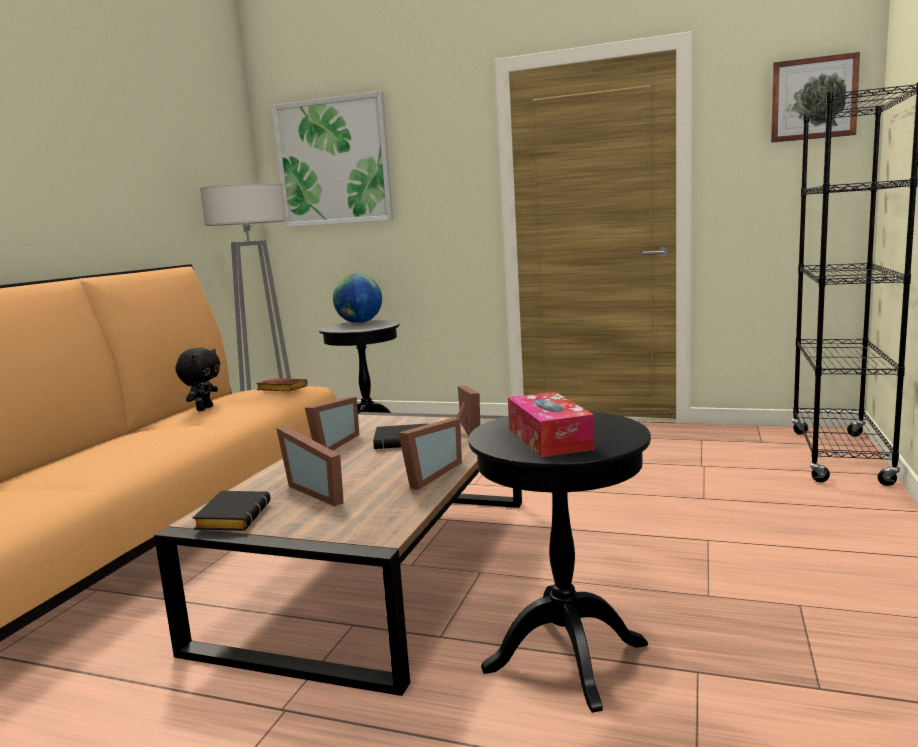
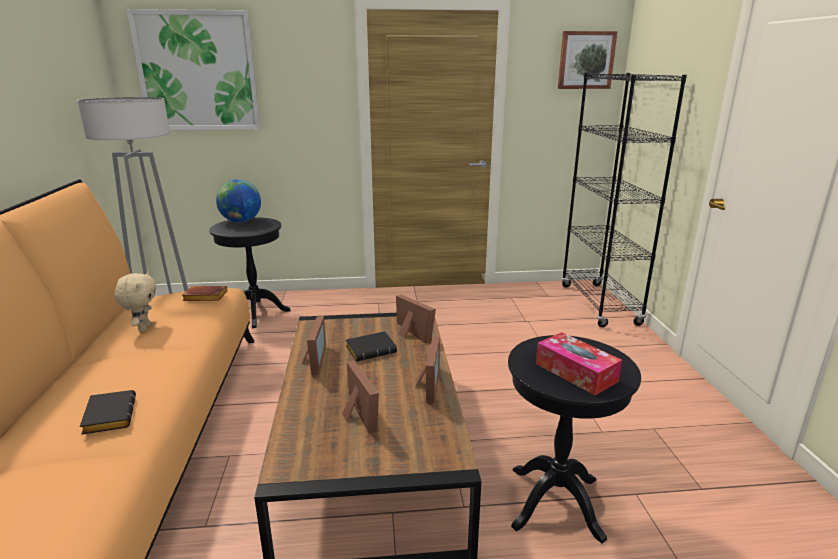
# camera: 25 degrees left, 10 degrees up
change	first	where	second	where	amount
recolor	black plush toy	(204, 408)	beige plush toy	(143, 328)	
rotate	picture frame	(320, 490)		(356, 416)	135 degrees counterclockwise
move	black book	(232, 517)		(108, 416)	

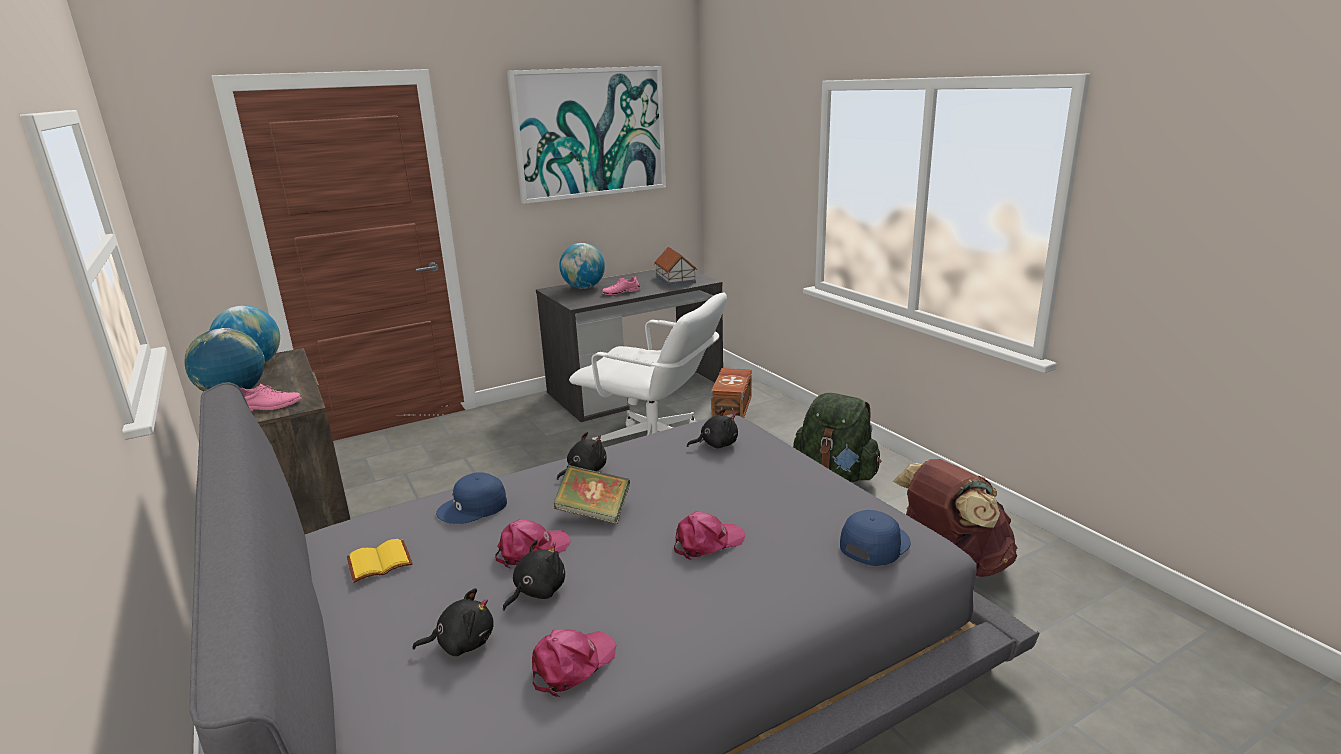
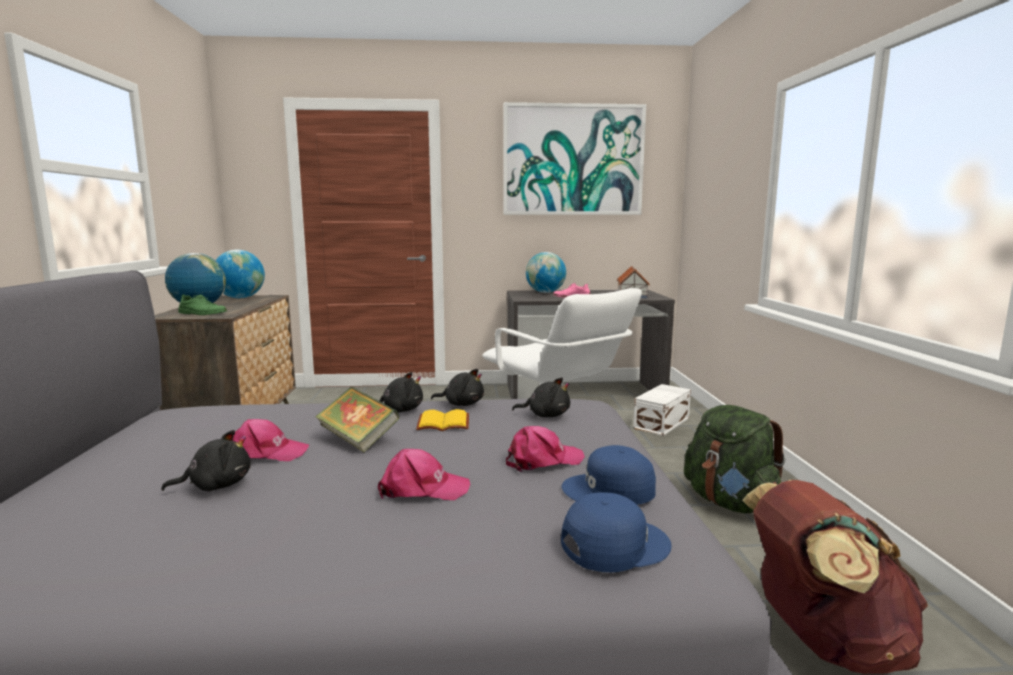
# camera: 25 degrees right, 10 degrees down
change	first	where	second	where	amount
recolor	brown storage box	(733, 407)	white storage box	(663, 423)	
recolor	pink shoe	(268, 406)	green shoe	(202, 313)	
move	blue cap	(473, 507)		(609, 490)	
move	yellow book	(379, 563)		(442, 424)	
move	black plush toy	(462, 643)		(461, 404)	
move	pink cap	(572, 665)		(542, 460)	

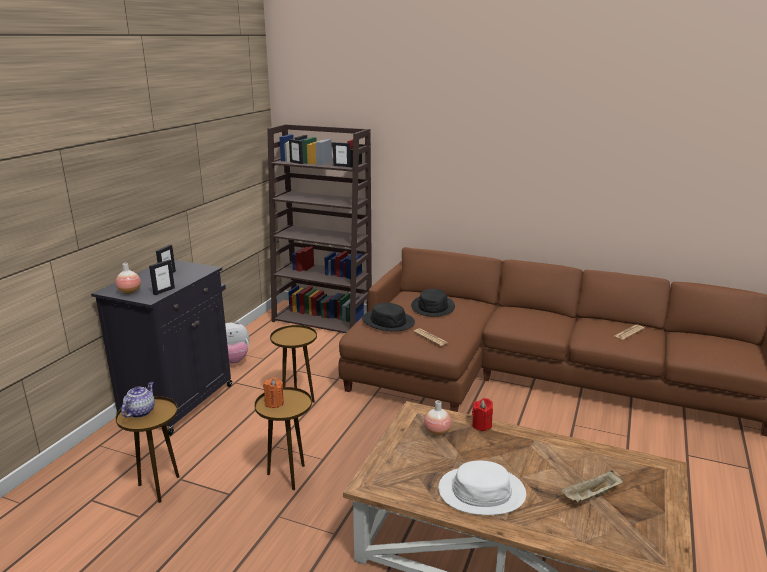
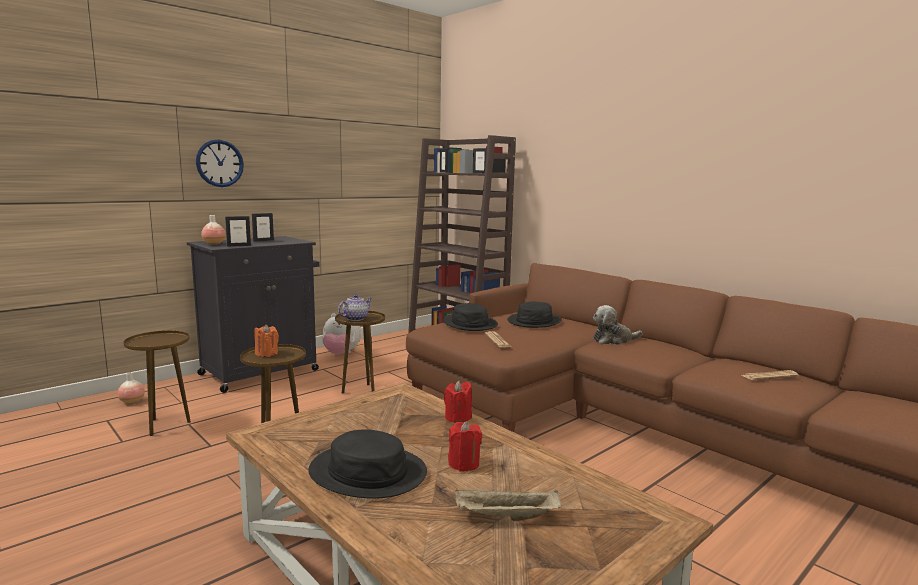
# camera: 25 degrees right, 10 degrees down
change	first	where	second	where	amount
move	teapot	(140, 411)		(356, 318)	
move	vase	(437, 432)		(132, 401)	
recolor	white hat	(481, 492)	black hat	(368, 472)	
insert			wall clock	(219, 163)	
insert			plush toy	(613, 340)	
insert			red candle	(464, 464)	

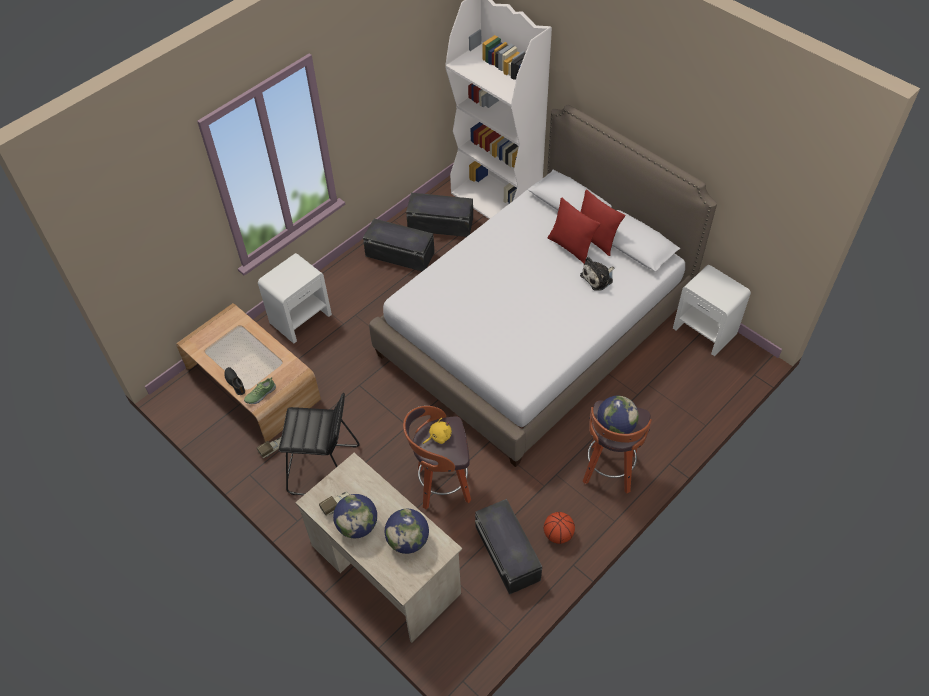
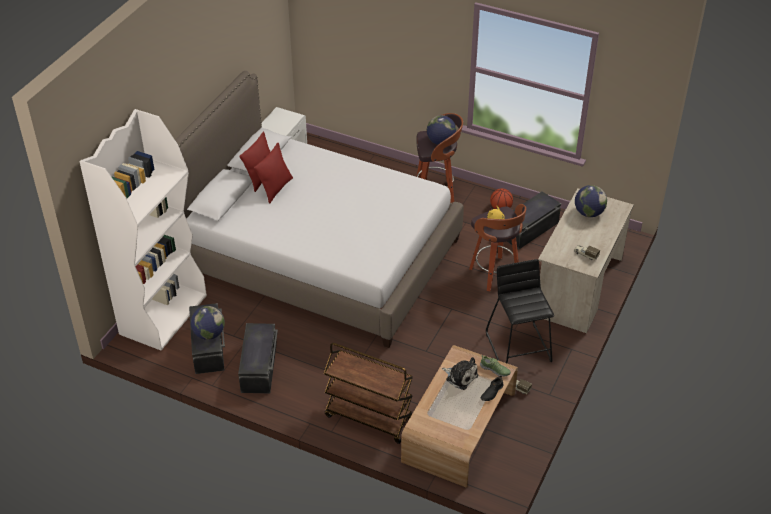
# camera: 110 degrees left, 10 degrees down
change	first	where	second	where	amount
replace	white nightstand	(301, 318)	brown cart	(368, 418)	
move	plush toy	(598, 278)		(460, 376)	
move	globe	(357, 525)		(209, 334)	

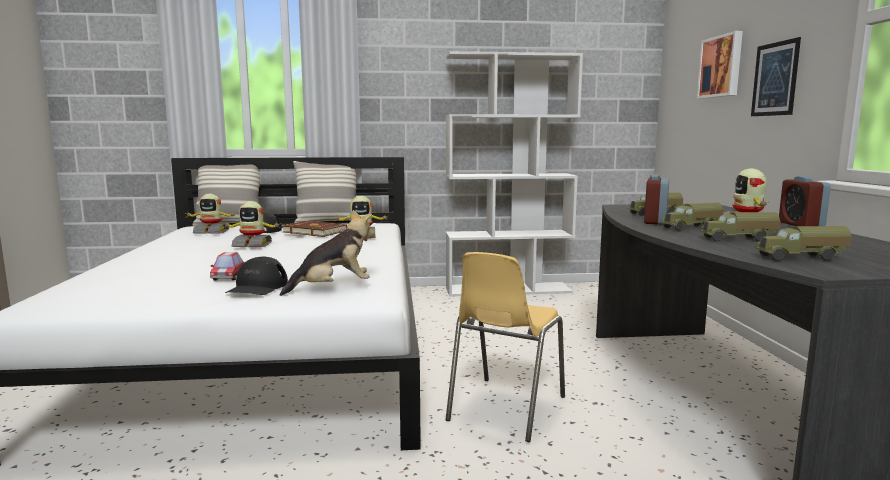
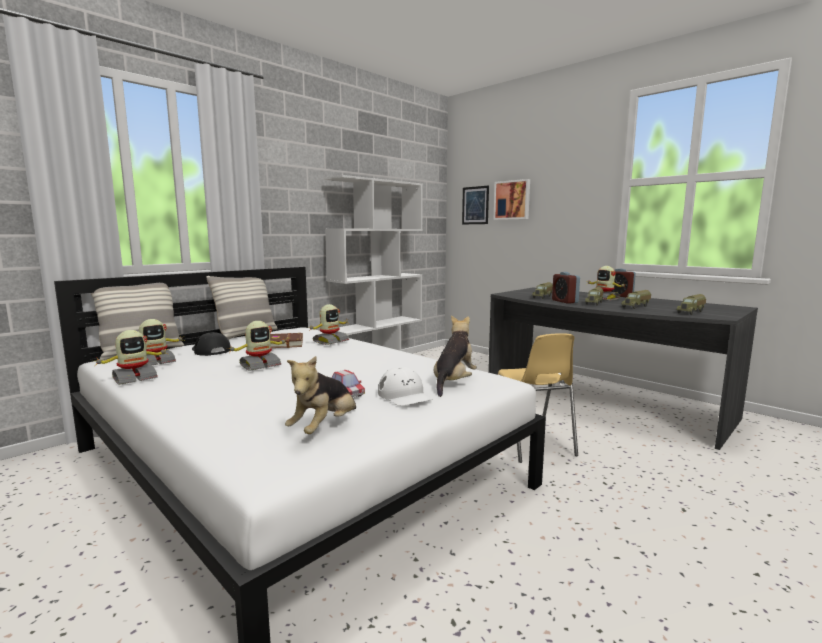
# camera: 40 degrees left, 0 degrees up
change	first	where	second	where	amount
move	picture	(775, 79)		(475, 205)	
recolor	black cap	(257, 287)	white cap	(405, 395)	
insert			toy robot	(134, 378)	
insert			plush toy	(324, 428)	

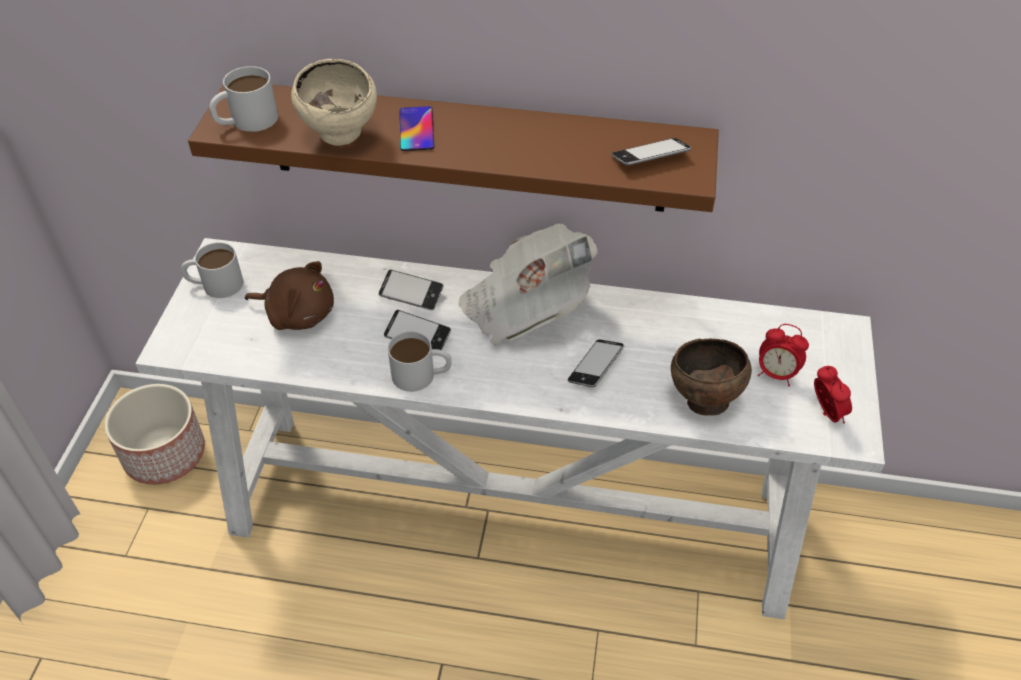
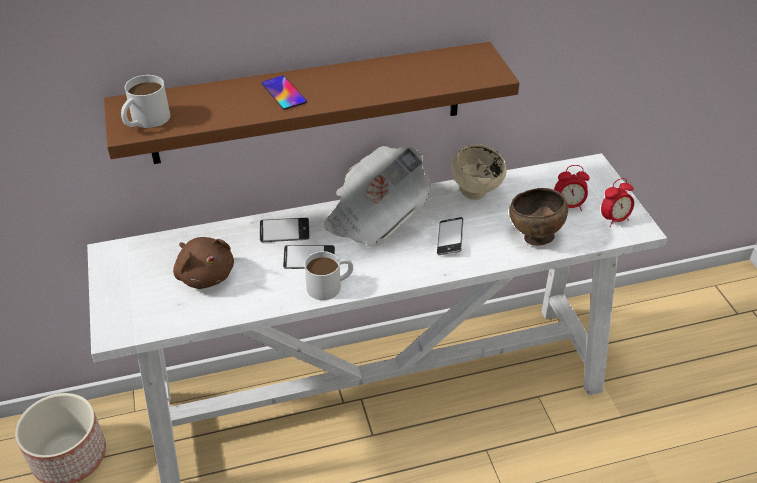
# camera: 25 degrees left, 5 degrees down
change	first	where	second	where	amount
move	beige bowl	(342, 137)		(476, 193)	
delete	phone	(650, 157)			
delete	white mug	(215, 284)			
rotate	brown plush toy	(298, 314)		(205, 274)	60 degrees clockwise
rotate	alarm clock	(826, 413)		(614, 219)	105 degrees clockwise

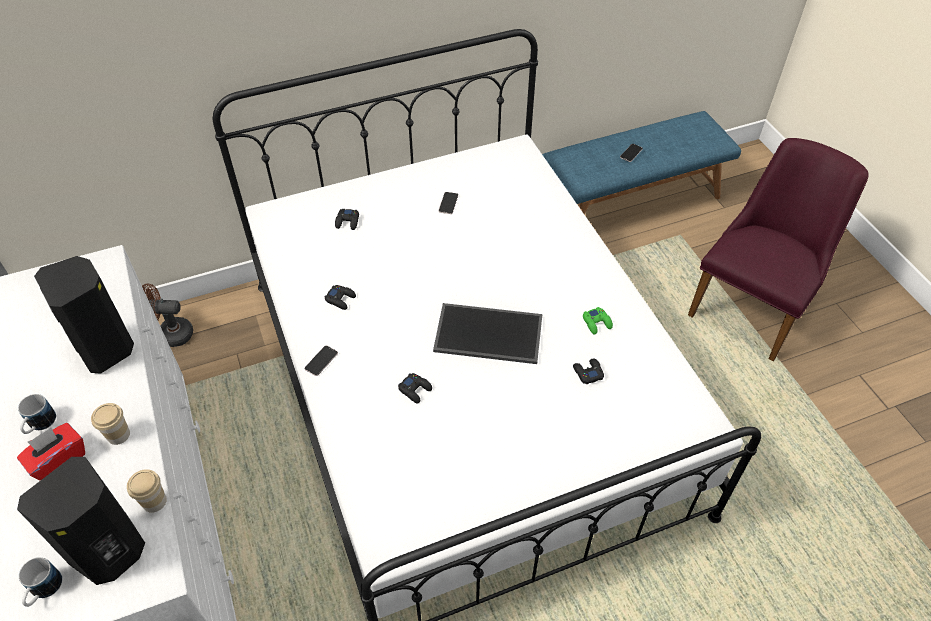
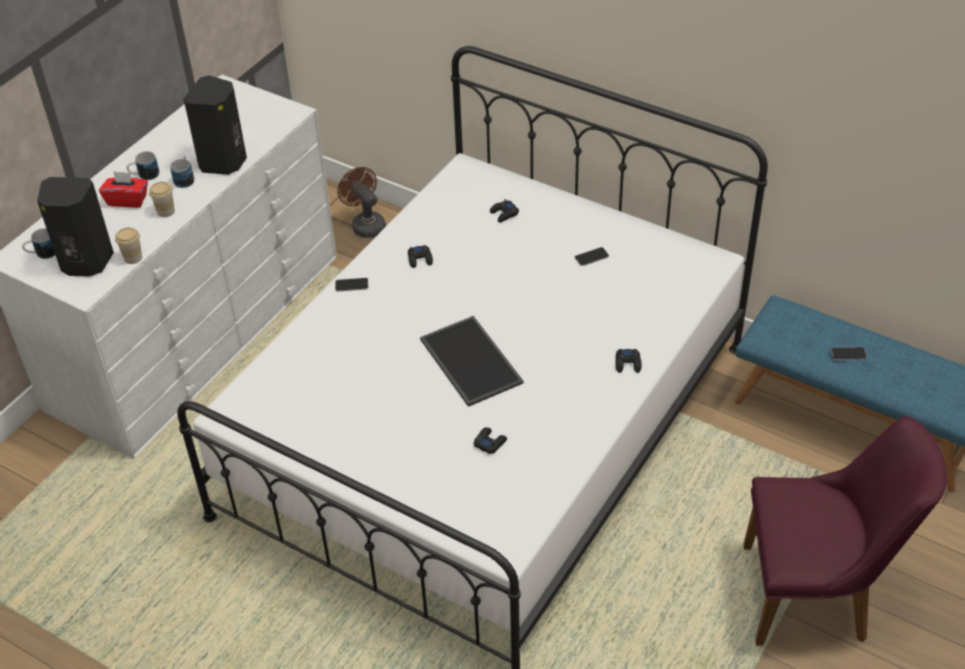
# camera: 55 degrees right, 5 degrees down
change	first	where	second	where	amount
delete	green game controller	(597, 323)			
move	black game controller	(415, 390)		(628, 363)	
insert			mug	(185, 178)	

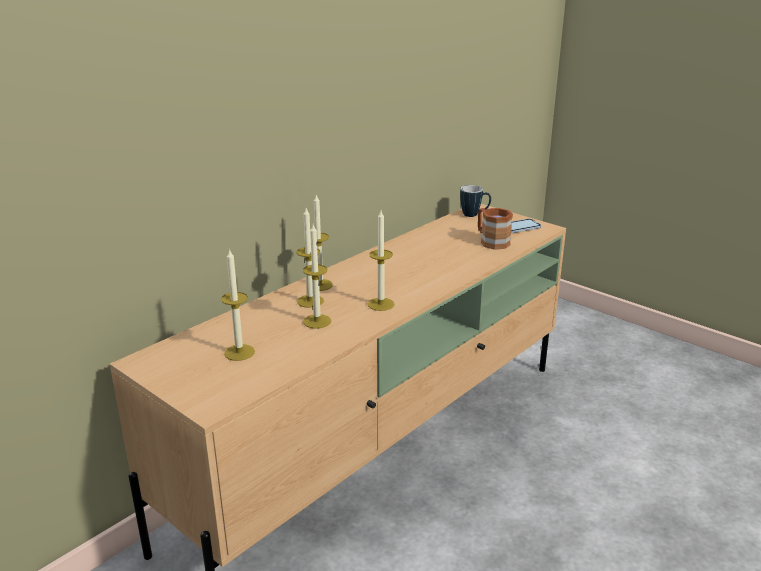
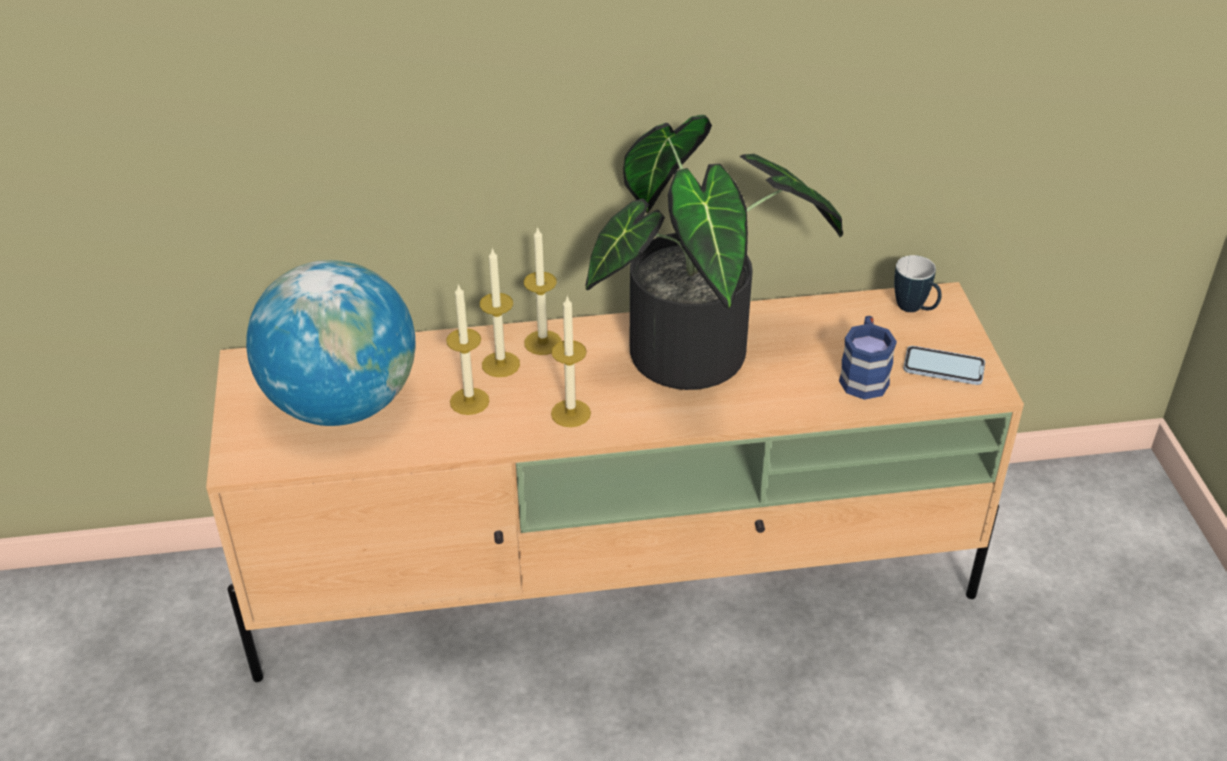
# camera: 40 degrees right, 15 degrees up
change	first	where	second	where	amount
recolor	brown mug	(491, 241)	blue mug	(864, 375)	
replace	candle	(239, 352)	globe	(342, 403)	
insert			potted plant	(702, 357)	

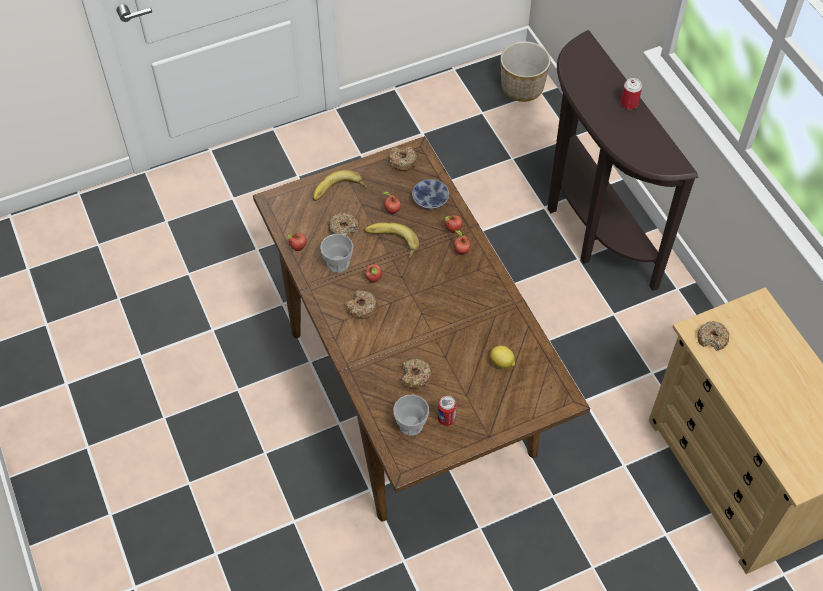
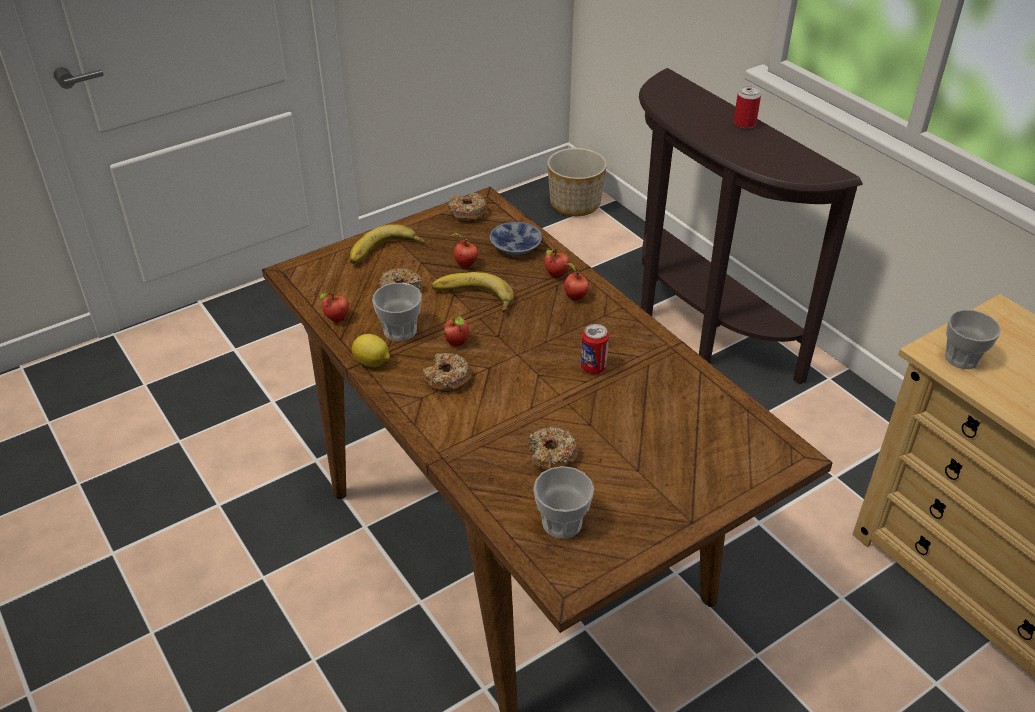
# camera: 10 degrees left, 15 degrees down
change	first	where	second	where	amount
replace	donut	(712, 338)	cup	(962, 358)	
move	lemon	(502, 363)		(372, 363)	
move	can	(446, 418)		(593, 368)	

